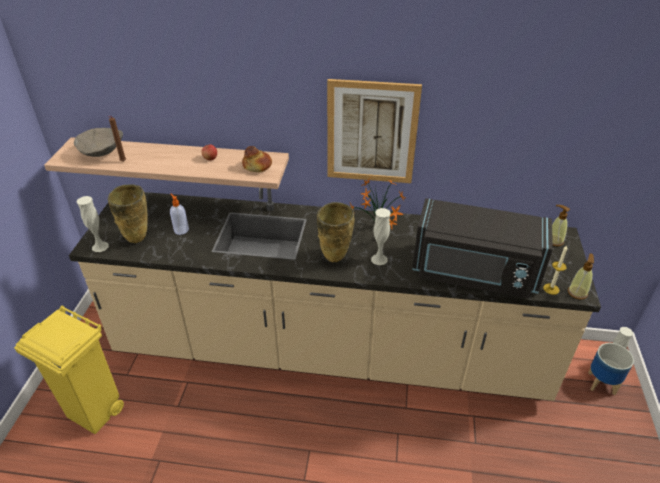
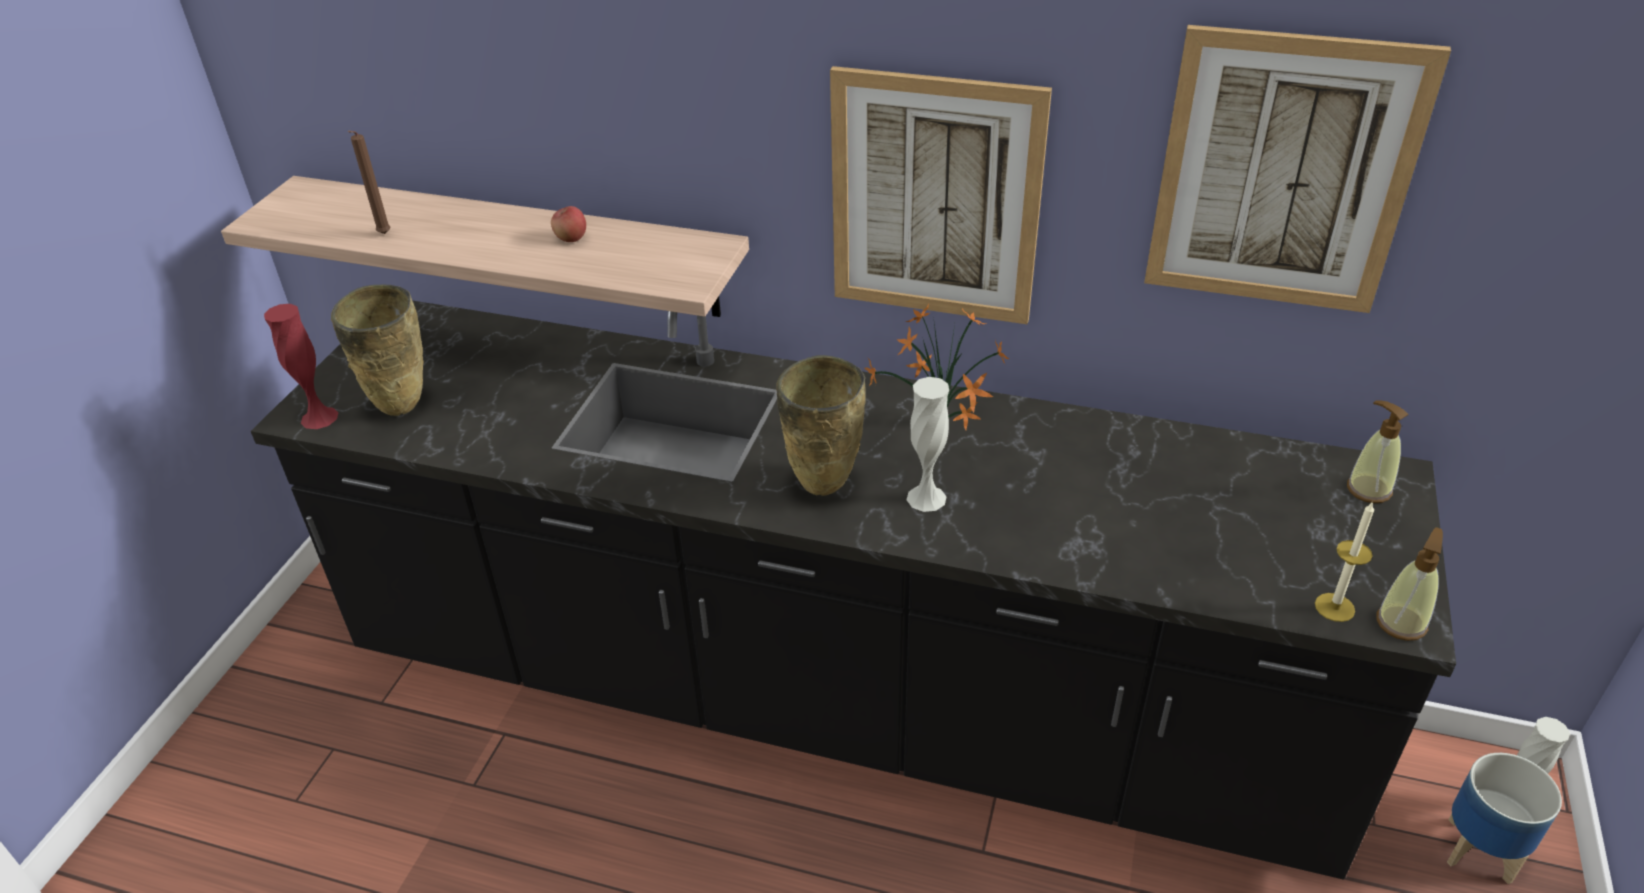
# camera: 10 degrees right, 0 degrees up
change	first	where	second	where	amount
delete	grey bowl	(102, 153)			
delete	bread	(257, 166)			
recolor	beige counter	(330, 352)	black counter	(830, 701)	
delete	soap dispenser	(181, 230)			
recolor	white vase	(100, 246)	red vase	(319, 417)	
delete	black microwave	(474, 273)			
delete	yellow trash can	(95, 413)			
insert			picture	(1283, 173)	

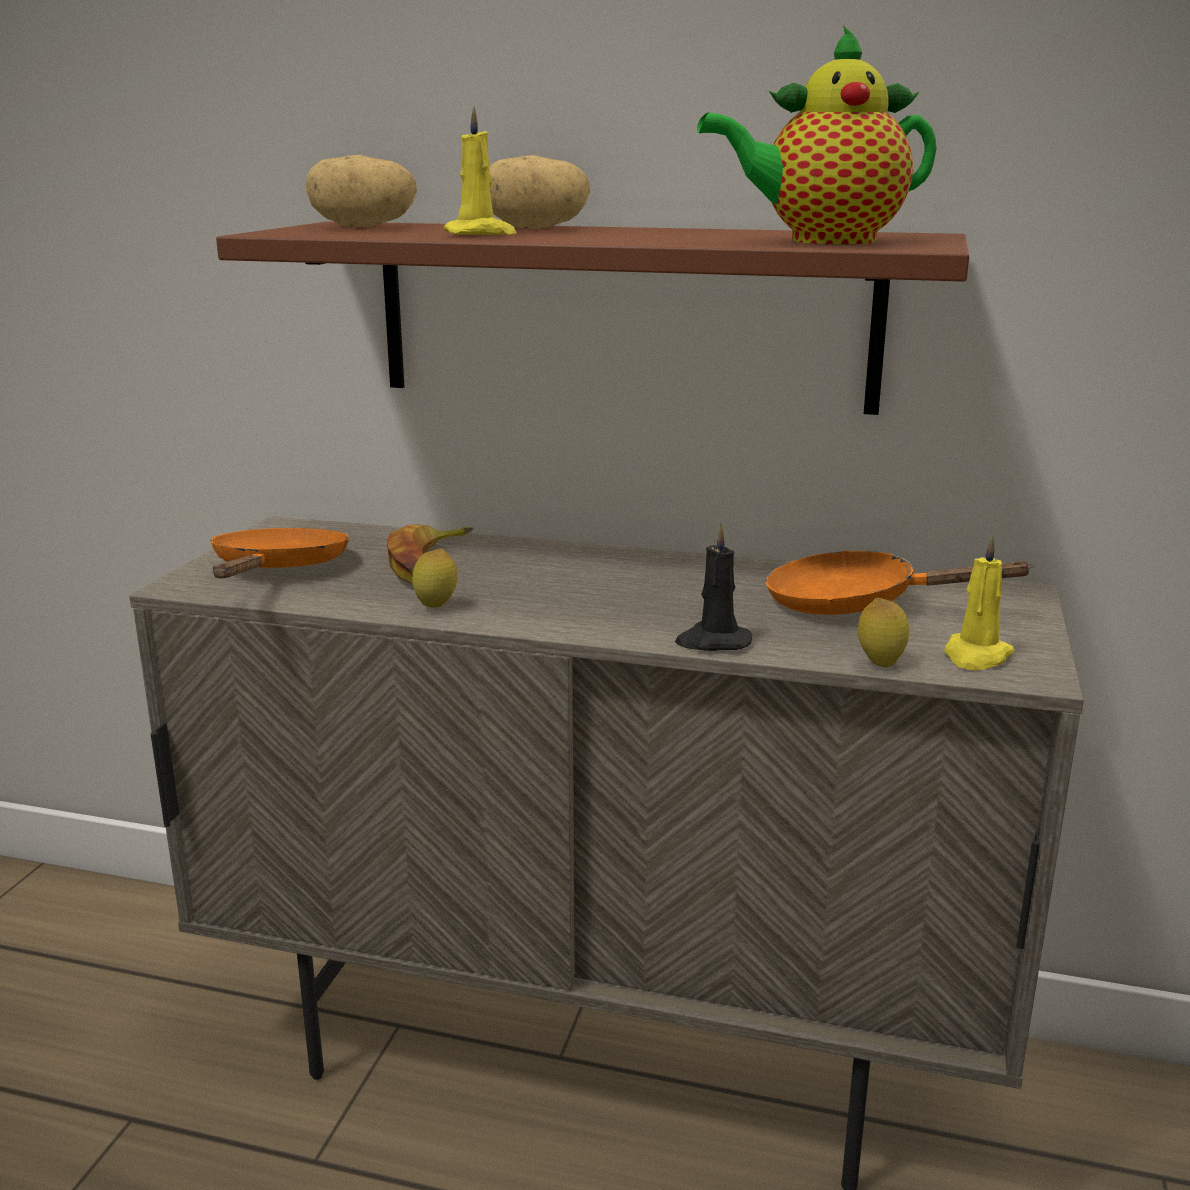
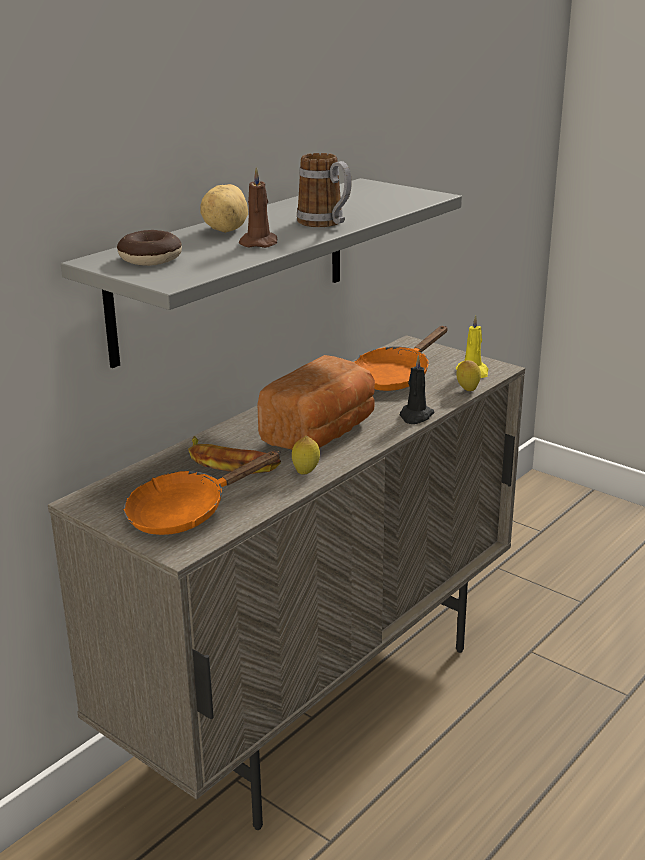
# camera: 65 degrees left, 5 degrees up
change	first	where	second	where	amount
delete	teapot	(822, 241)			
recolor	yellow candle	(481, 234)	brown candle	(259, 243)	
replace	potato	(363, 226)	donut	(150, 259)	
recolor	brown shelf	(623, 315)	grey shelf	(233, 268)	
rotate	orange frying pan	(278, 570)		(186, 513)	60 degrees counterclockwise
insert			mug	(326, 223)	
insert			bread	(322, 432)	

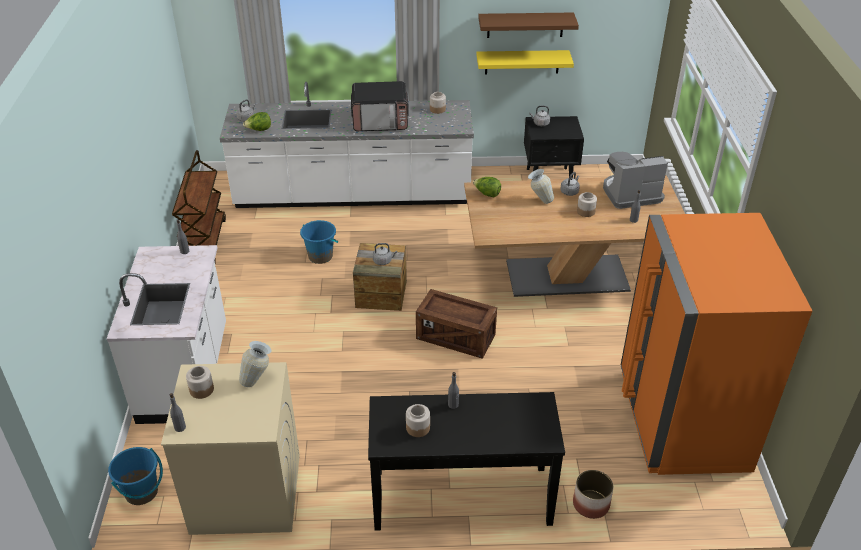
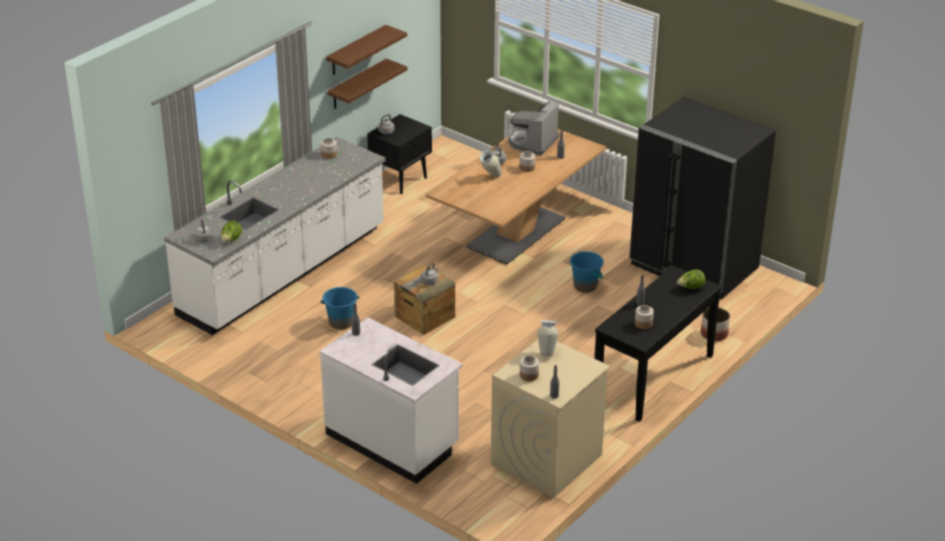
# camera: 50 degrees left, 5 degrees down
change	first	where	second	where	amount
recolor	yellow shelf	(522, 62)	brown shelf	(357, 84)	
delete	microwave	(380, 121)			
delete	brown cart	(204, 241)			
move	lettuce	(487, 194)		(691, 288)	
recolor	orange fridge	(681, 420)	black fridge	(693, 267)	
delete	crate	(455, 337)			
move	blue bucket	(142, 492)		(585, 286)	

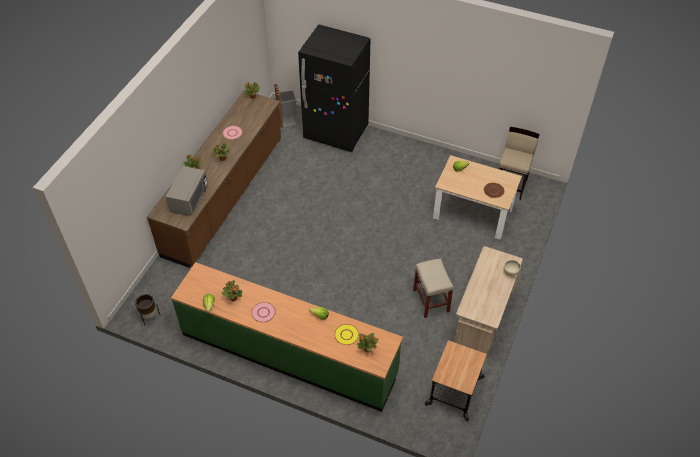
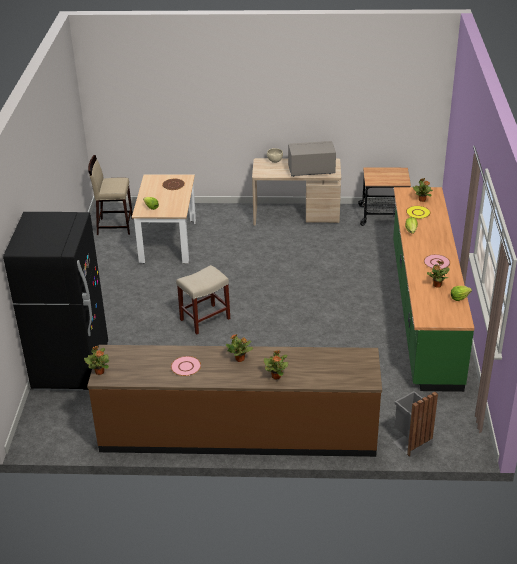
# camera: 110 degrees left, 15 degrees down
change	first	where	second	where	amount
move	grey trash can	(287, 120)		(410, 442)	
move	grey microwave	(189, 199)		(311, 170)	
move	beige stool	(430, 300)		(204, 319)	
delete	brown planter	(149, 316)			

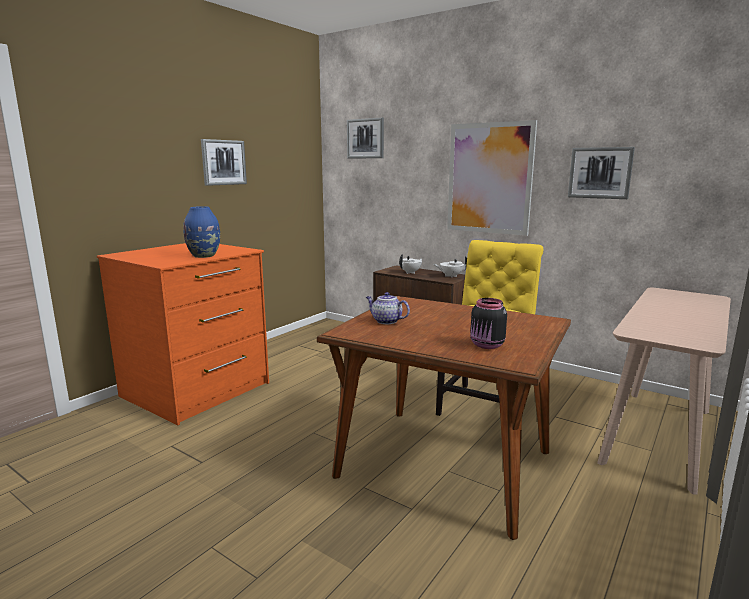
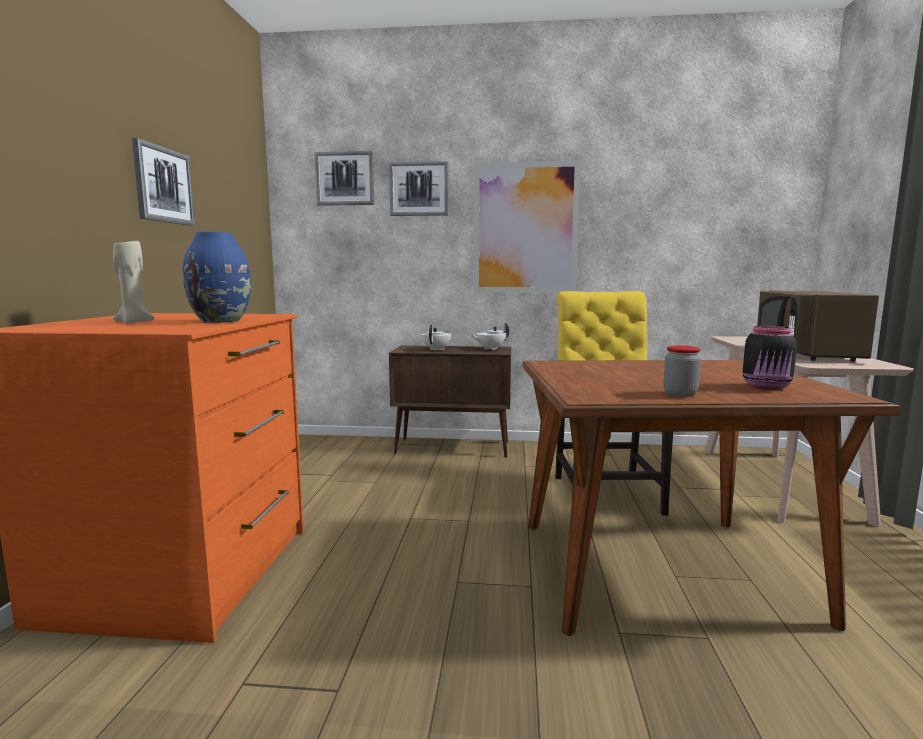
# camera: 30 degrees left, 5 degrees down
change	first	where	second	where	amount
move	picture	(600, 173)		(419, 189)	
delete	teapot	(386, 321)			
insert			beige candle	(135, 322)	
insert			brown microwave	(804, 353)	
insert			jar	(680, 394)	

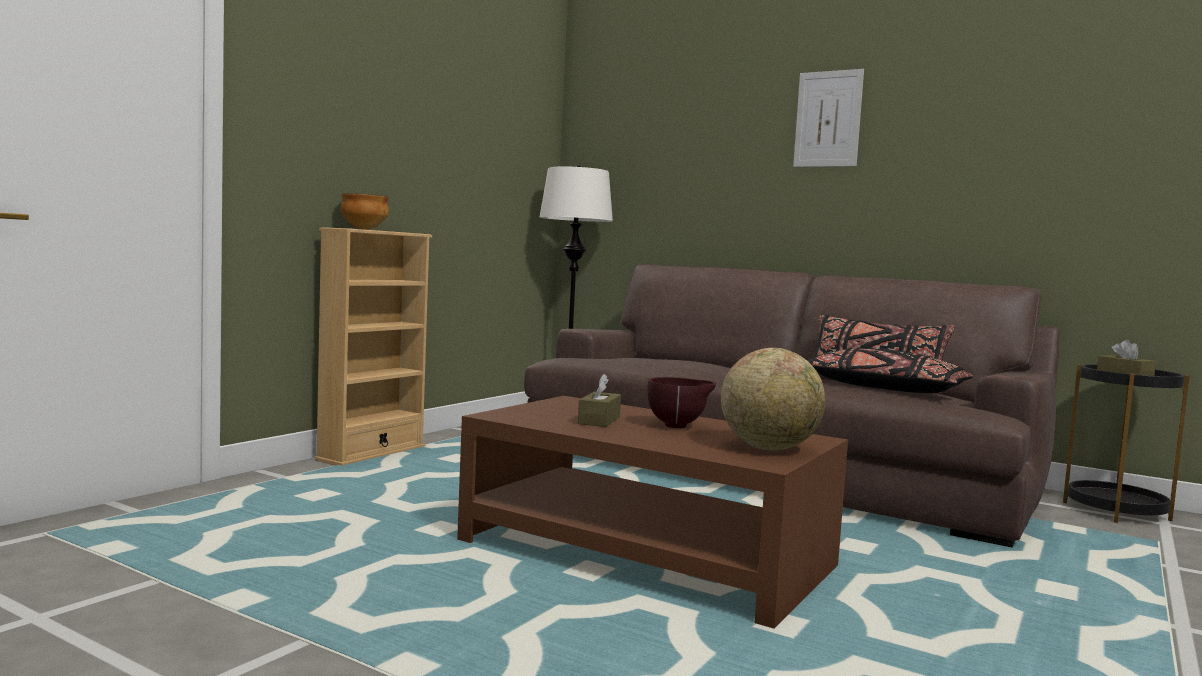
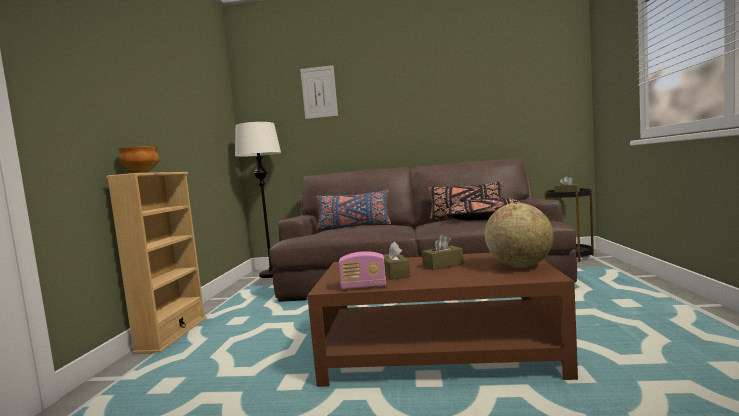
# camera: 25 degrees left, 0 degrees up
change	first	where	second	where	amount
move	picture	(828, 119)		(319, 92)	
replace	brown bowl	(679, 426)	brown tissue box	(443, 265)	
insert			blue pillow	(354, 226)	
insert			radio	(363, 286)	

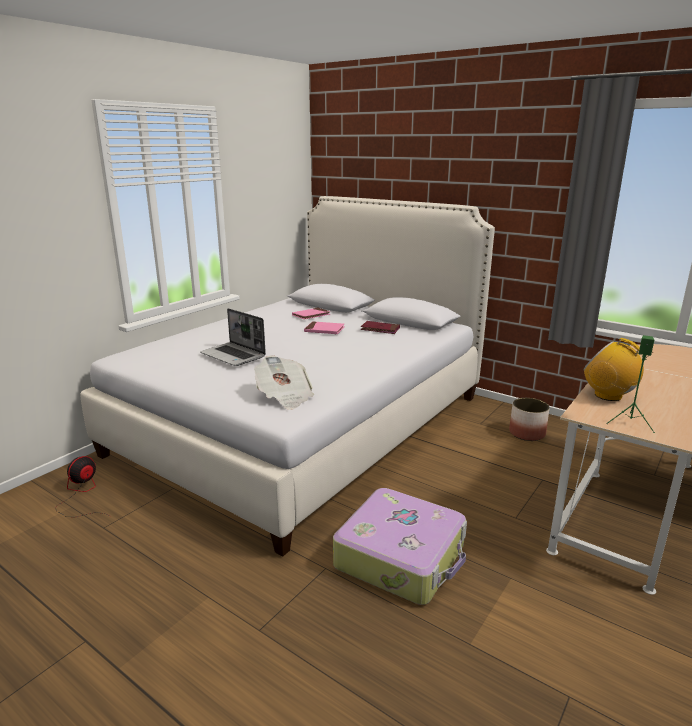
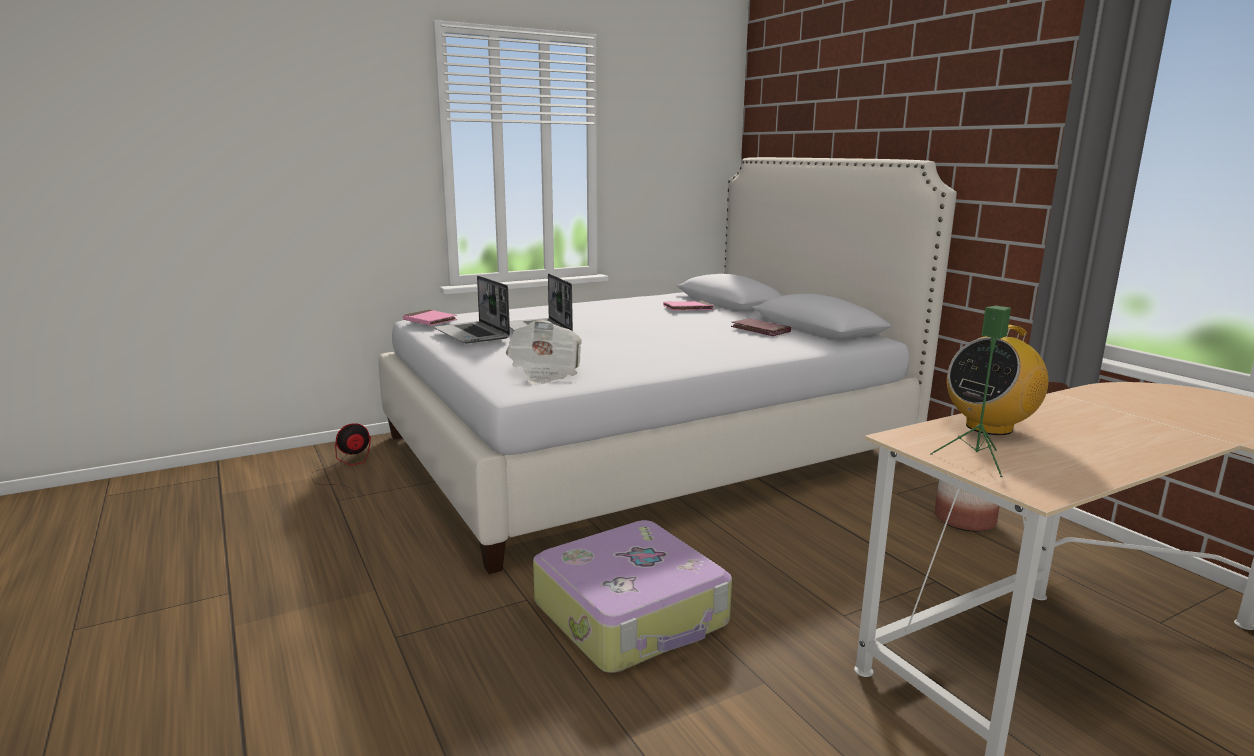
# camera: 25 degrees right, 5 degrees down
change	first	where	second	where	amount
move	pink book	(324, 330)		(430, 321)	
rotate	radio	(608, 395)		(989, 427)	105 degrees counterclockwise
insert			laptop	(473, 334)	

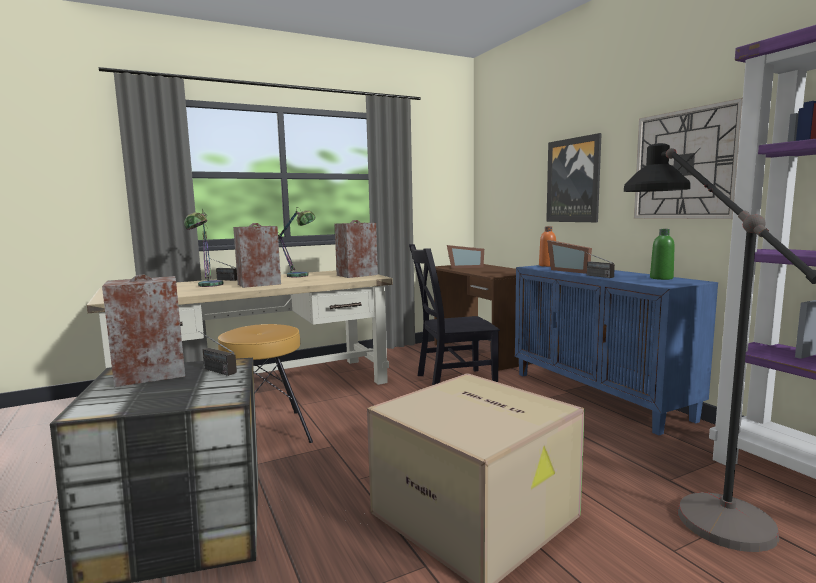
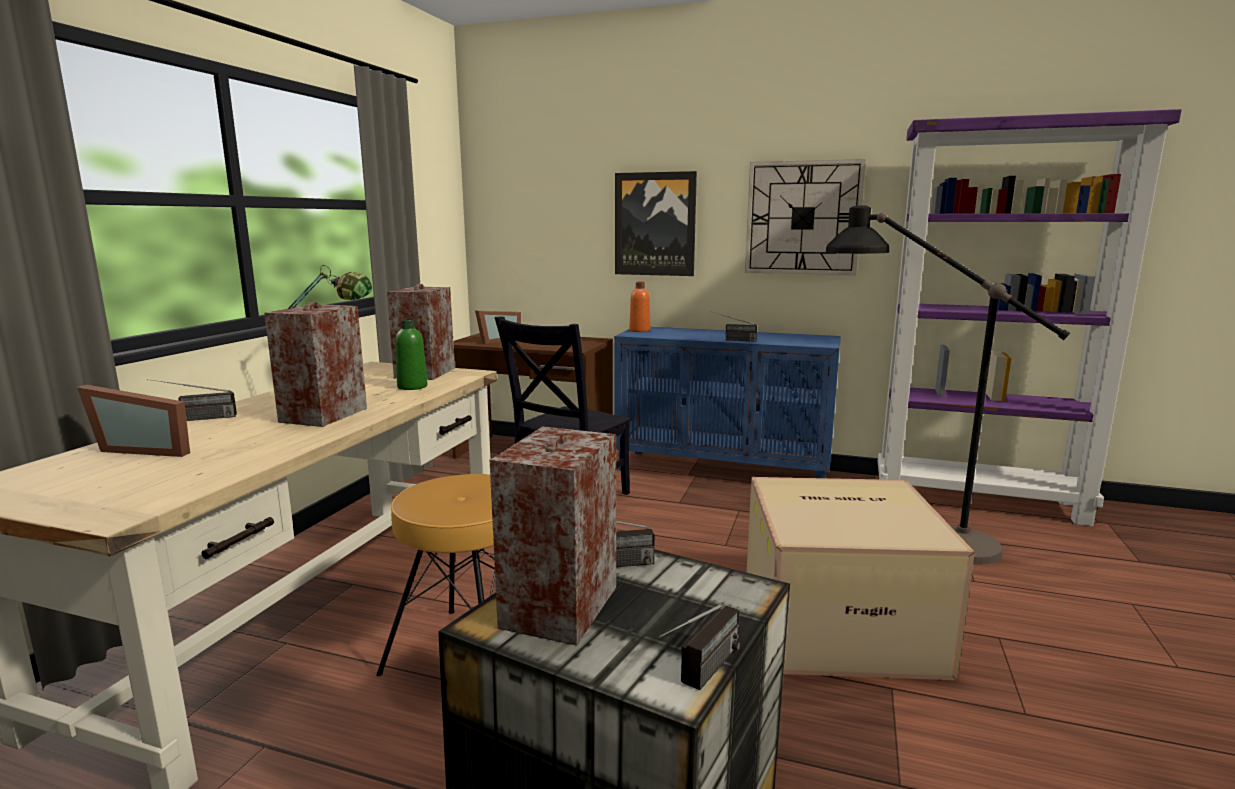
# camera: 45 degrees left, 5 degrees up
change	first	where	second	where	amount
delete	table lamp	(207, 286)			
move	green bottle	(661, 278)		(412, 387)	
move	picture frame	(570, 271)		(148, 449)	
insert			radio	(702, 677)	

